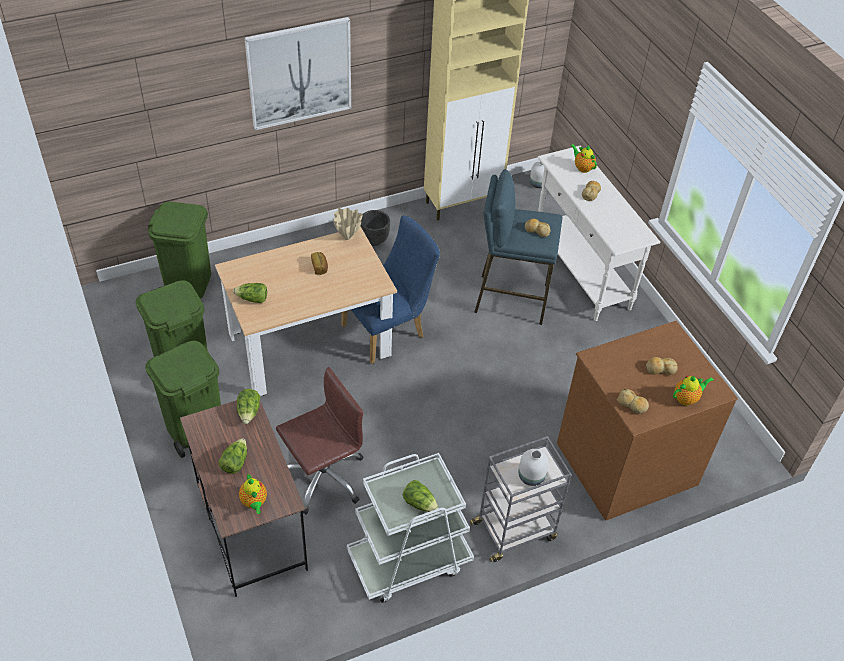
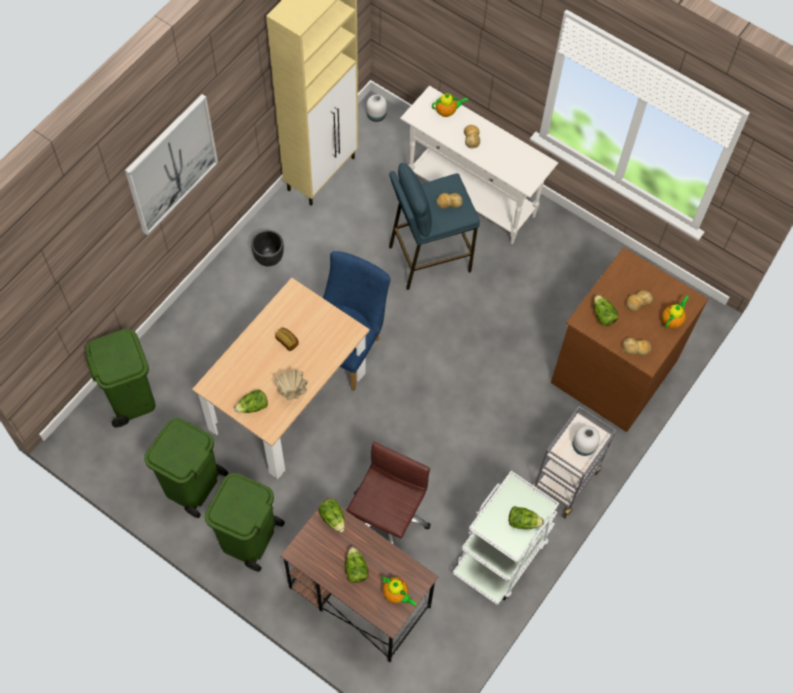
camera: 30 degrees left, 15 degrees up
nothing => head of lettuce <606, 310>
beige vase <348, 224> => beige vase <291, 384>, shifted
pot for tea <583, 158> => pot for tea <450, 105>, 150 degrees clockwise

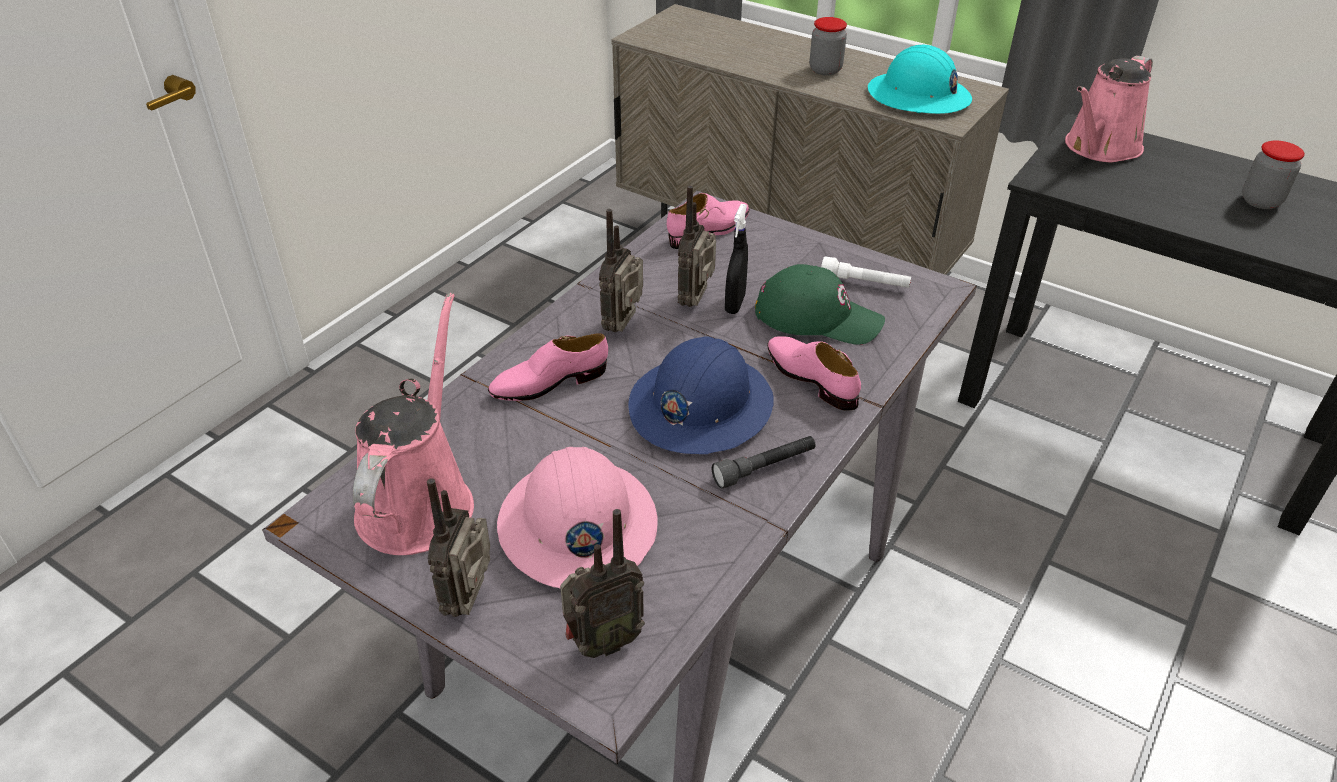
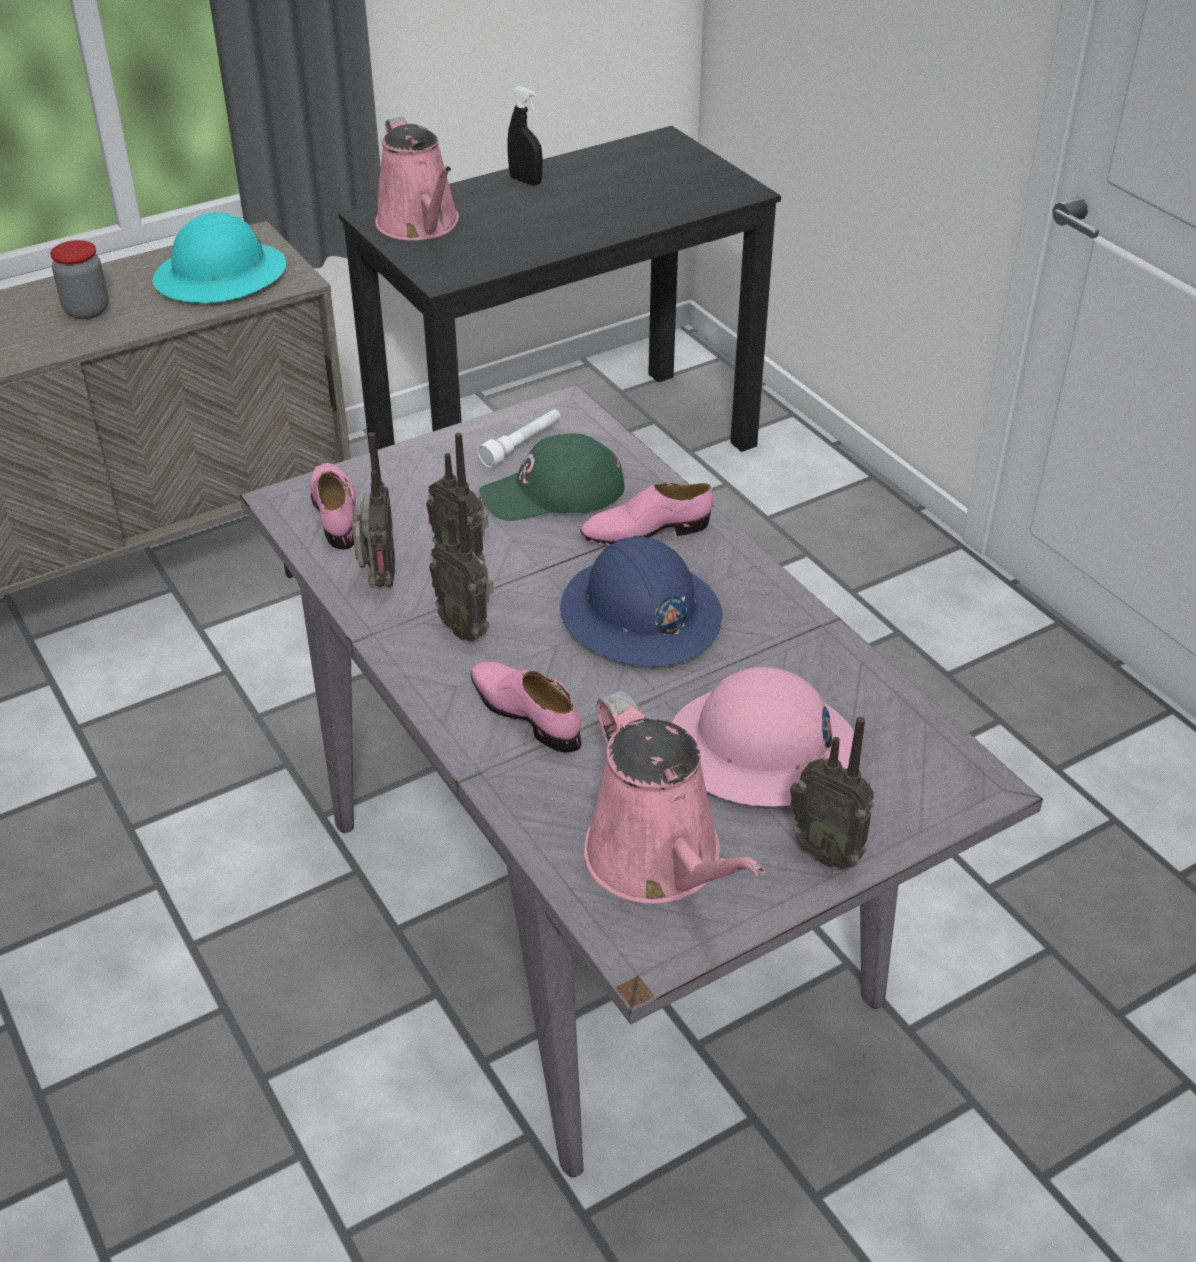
camera: 65 degrees left, 0 degrees up
gray flashlight <764, 462> => nothing
jar <1273, 175> => nothing
radio receiver <602, 583> => radio receiver <373, 509>, shifted
black spray bottle <736, 259> => black spray bottle <525, 136>, shifted
pink sprinkling can <413, 424> => pink sprinkling can <674, 797>, 150 degrees counterclockwise
pink item of footwear <548, 367> => pink item of footwear <525, 707>, 135 degrees clockwise
green-coloured cap <820, 304> => green-coloured cap <551, 477>, 150 degrees counterclockwise

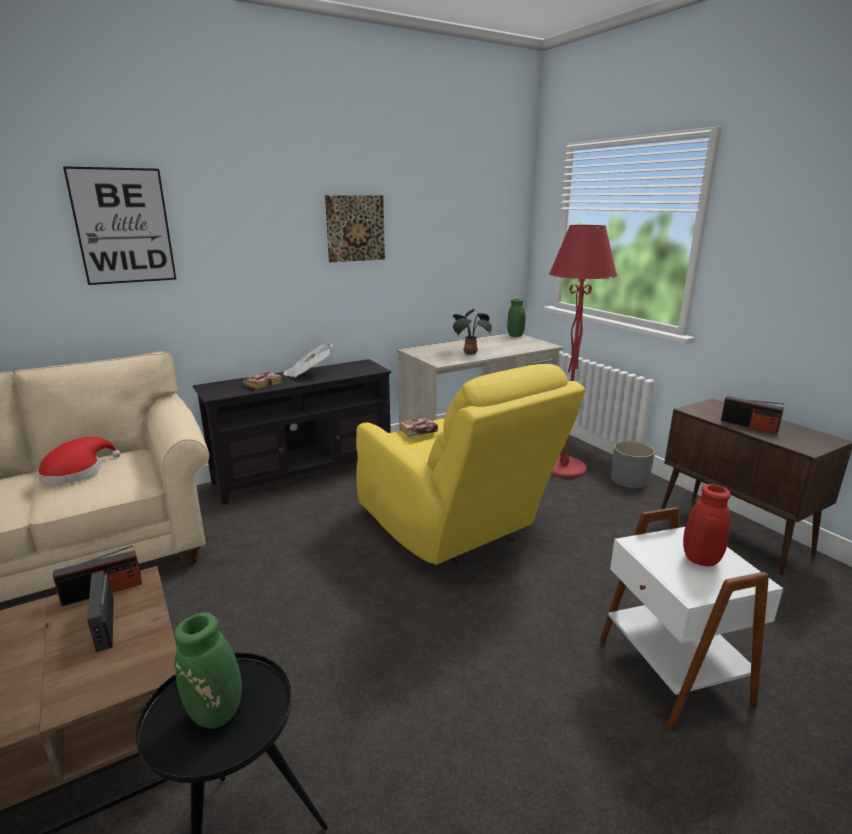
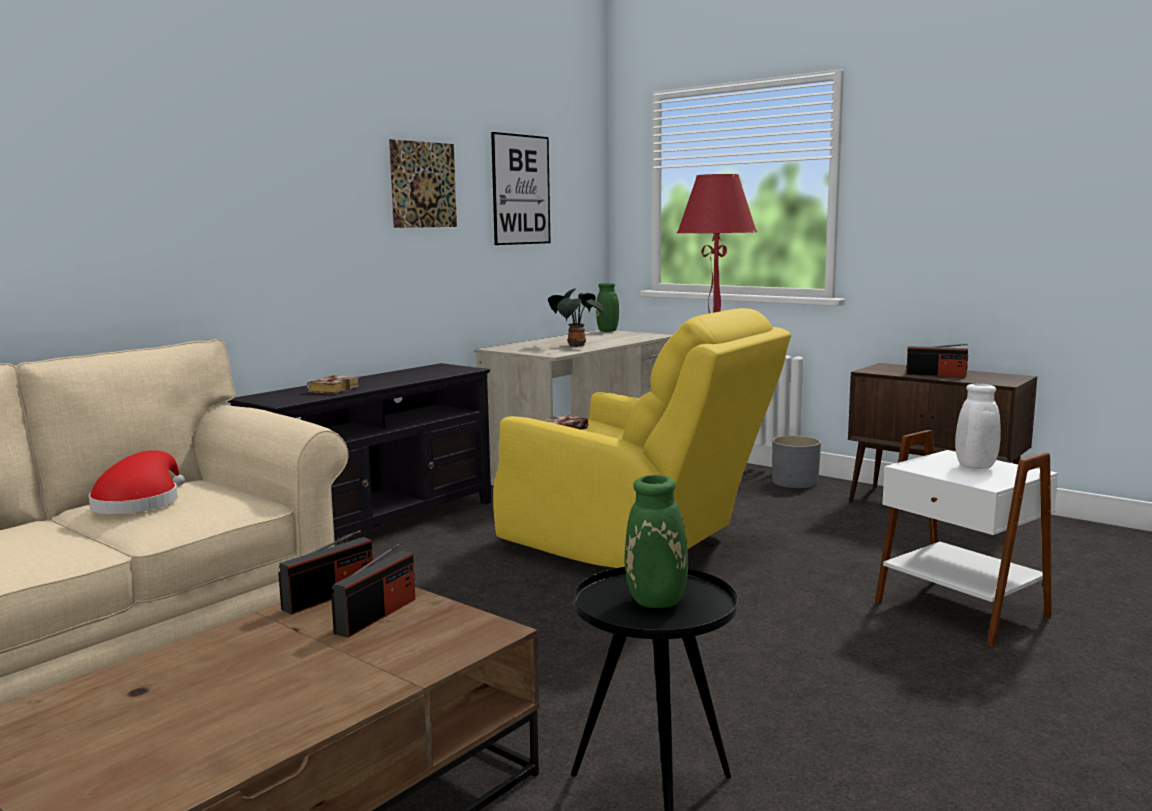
camera: 20 degrees left, 10 degrees down
daily paper <308, 361> => nothing
wall art <119, 225> => wall art <520, 188>, shifted
reddish vase <706, 525> => white vase <978, 426>
radio receiver <100, 611> => radio receiver <373, 591>, 105 degrees counterclockwise

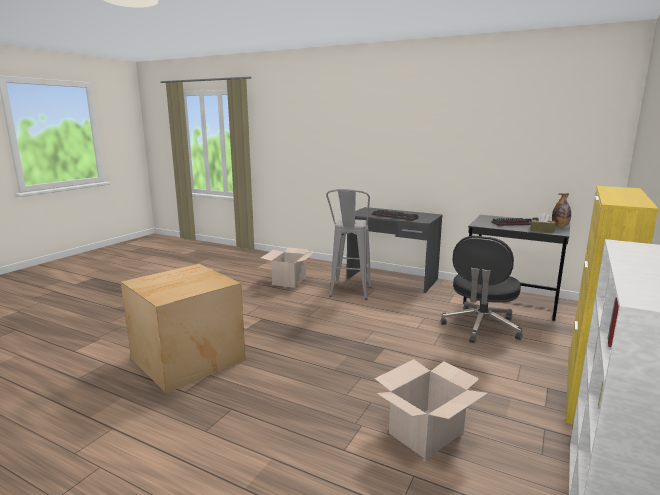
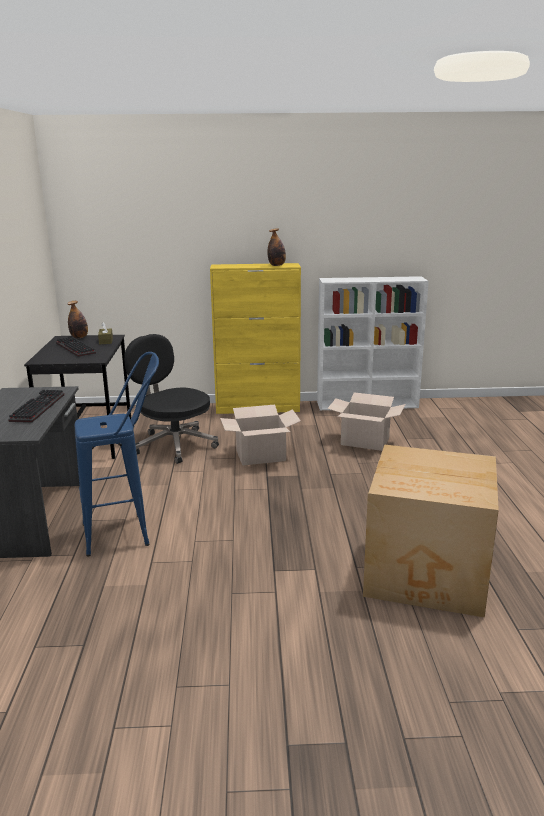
camera: 120 degrees left, 5 degrees up
nothing => drink bottle <277, 247>
carton <288, 268> => carton <260, 435>, shifted
gray stool <348, 244> => bluish stool <117, 454>
black office chair <482, 289> => black office chair <171, 399>, 135 degrees counterclockwise

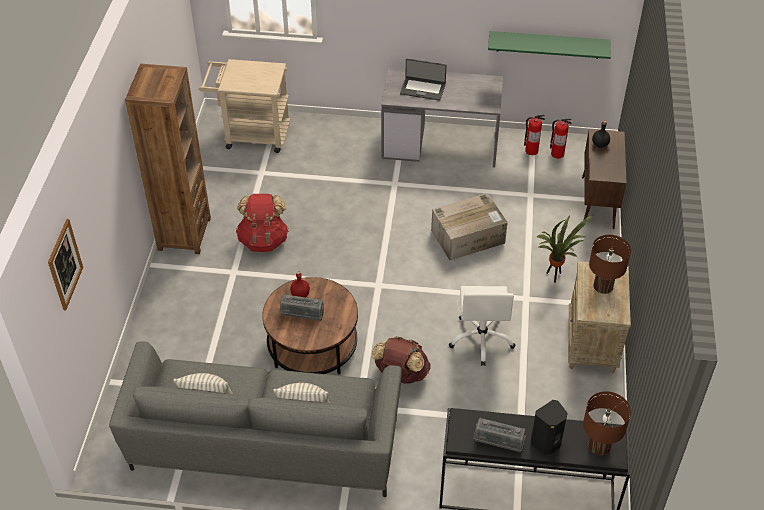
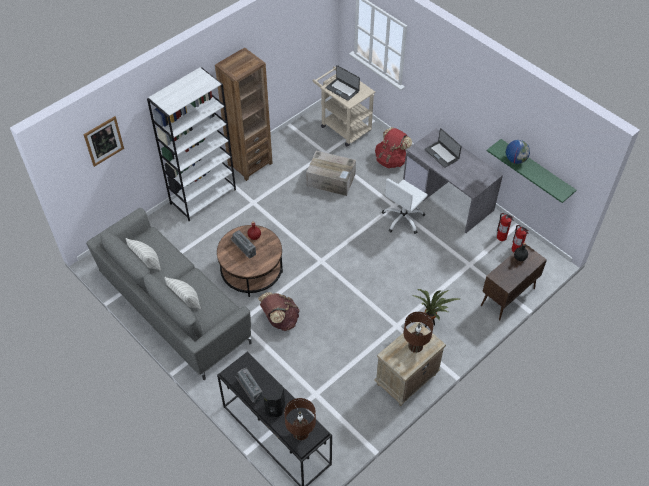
camera: 40 degrees right, 5 degrees up
nothing => white bookshelf <191, 144>
nothing => laptop <342, 83>
nothing => desk globe <518, 152>
reddish knapsack <262, 223> => reddish knapsack <393, 147>, shifted
carton <469, 227> => carton <331, 173>, shifted
white office chair <482, 326> => white office chair <405, 206>, shifted

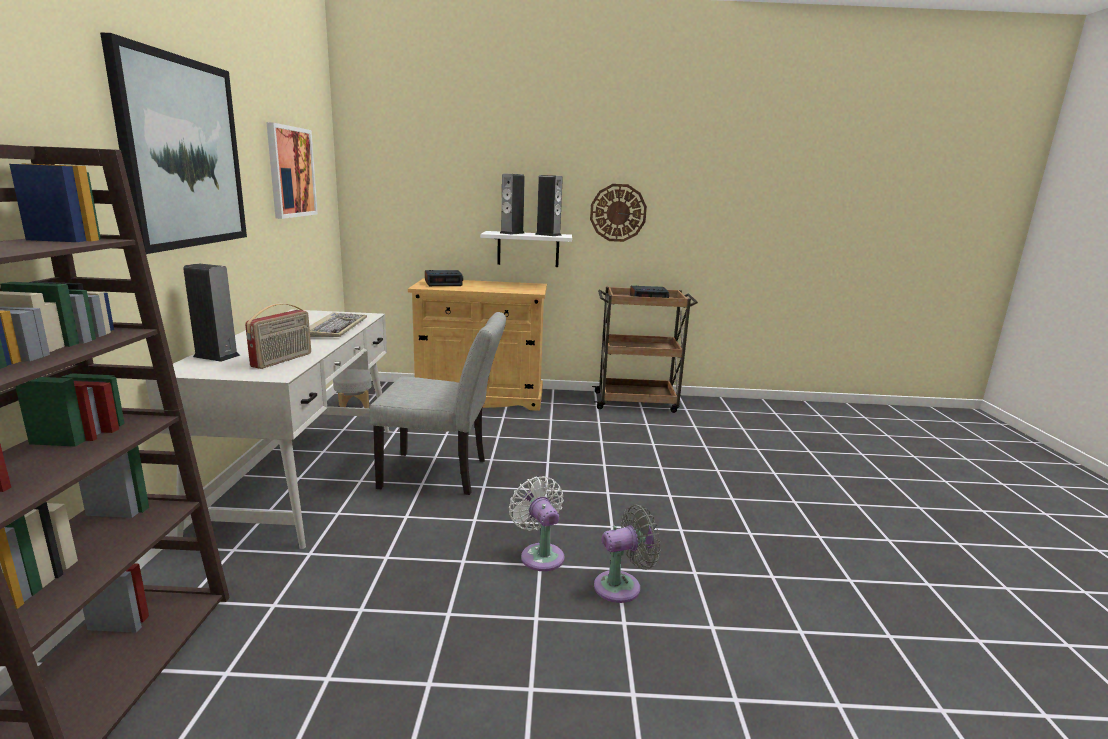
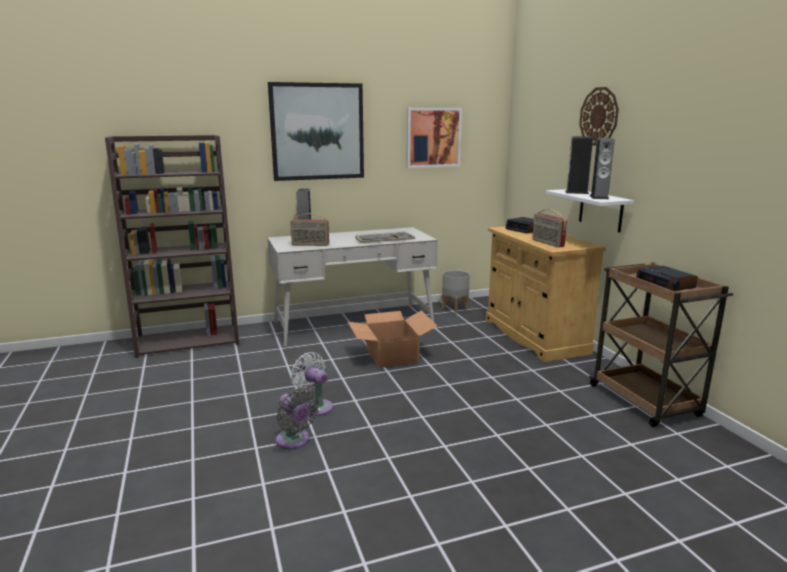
camera: 70 degrees right, 0 degrees up
nothing => radio receiver <549, 228>
clock on the wall <618, 213> => clock on the wall <599, 116>, shifted
gray plain chair <437, 403> => carton <392, 339>
white cooling fan <537, 523> => white cooling fan <311, 384>, 90 degrees counterclockwise

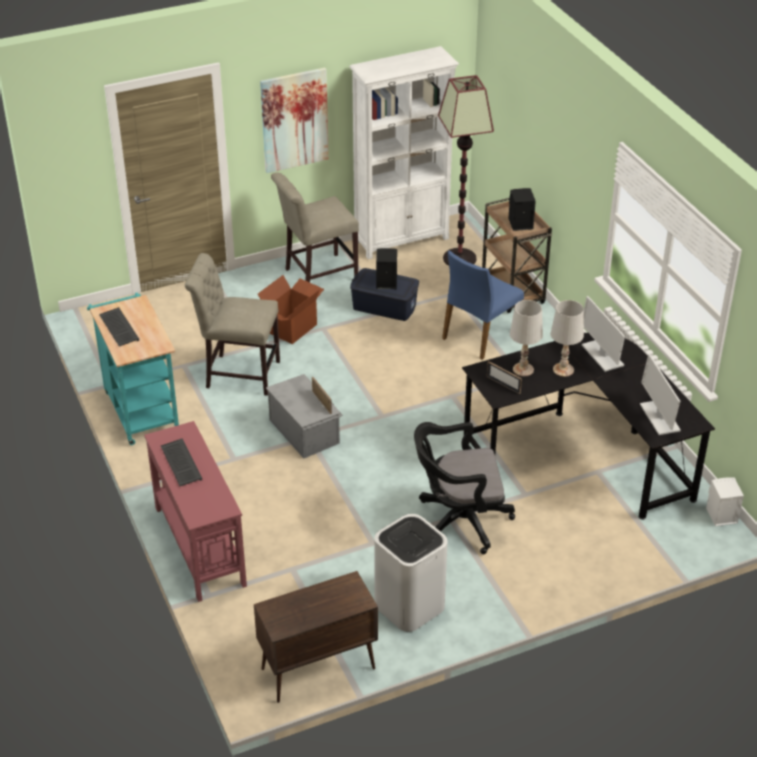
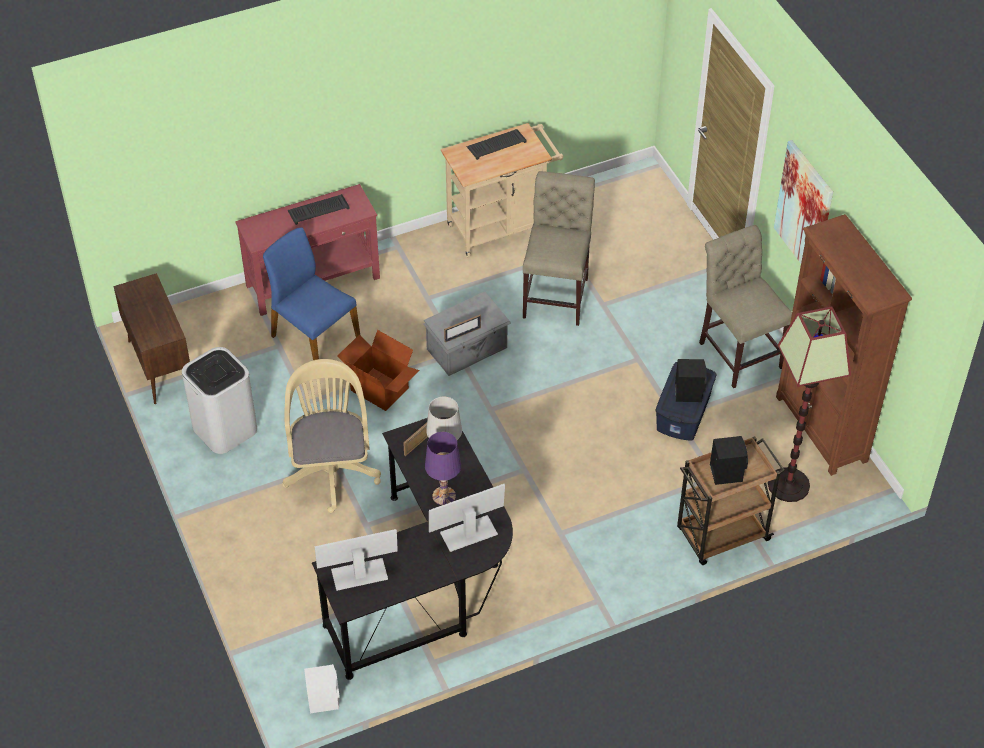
camera: 90 degrees right, 10 degrees up
carton <291, 309> => carton <378, 370>, shifted
bluish plain chair <483, 305> => bluish plain chair <311, 294>, shifted
turquoise-coloured trolley <133, 369> => beige trolley <502, 190>
white bookshelf <404, 152> => brown-coloured bookshelf <844, 345>
black office chair <464, 488> => beige office chair <331, 436>
white table lamp <567, 338> => purplish table lamp <443, 468>

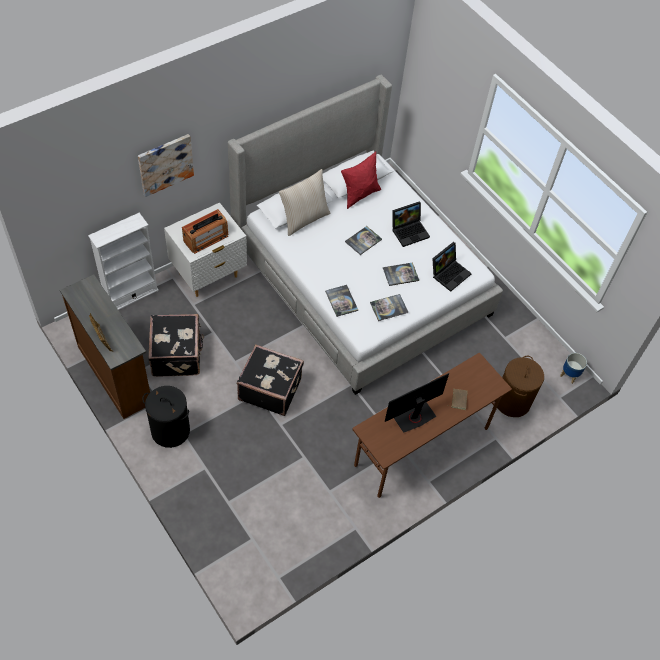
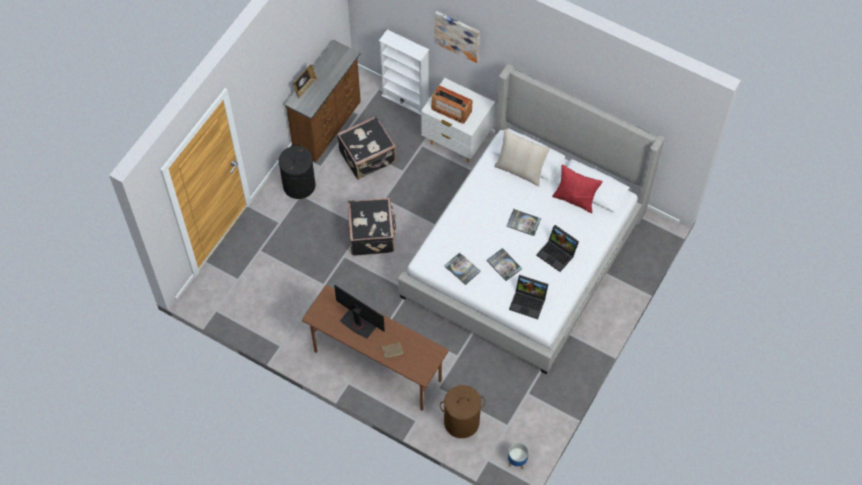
camera: 70 degrees right, 5 degrees up
book <341, 301> => nothing

